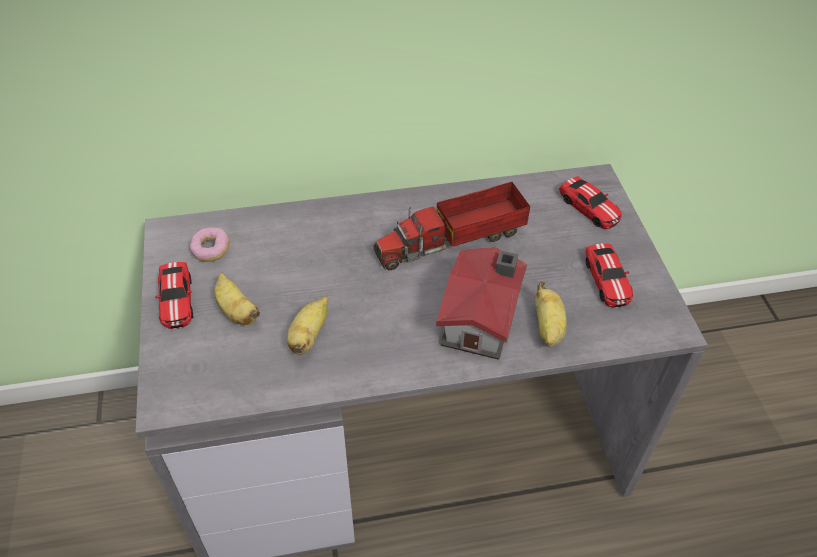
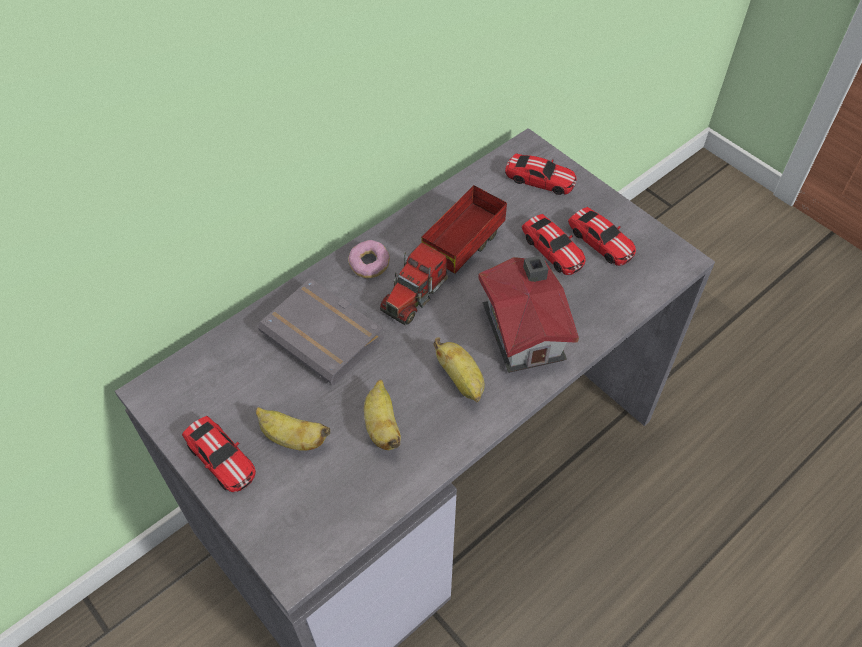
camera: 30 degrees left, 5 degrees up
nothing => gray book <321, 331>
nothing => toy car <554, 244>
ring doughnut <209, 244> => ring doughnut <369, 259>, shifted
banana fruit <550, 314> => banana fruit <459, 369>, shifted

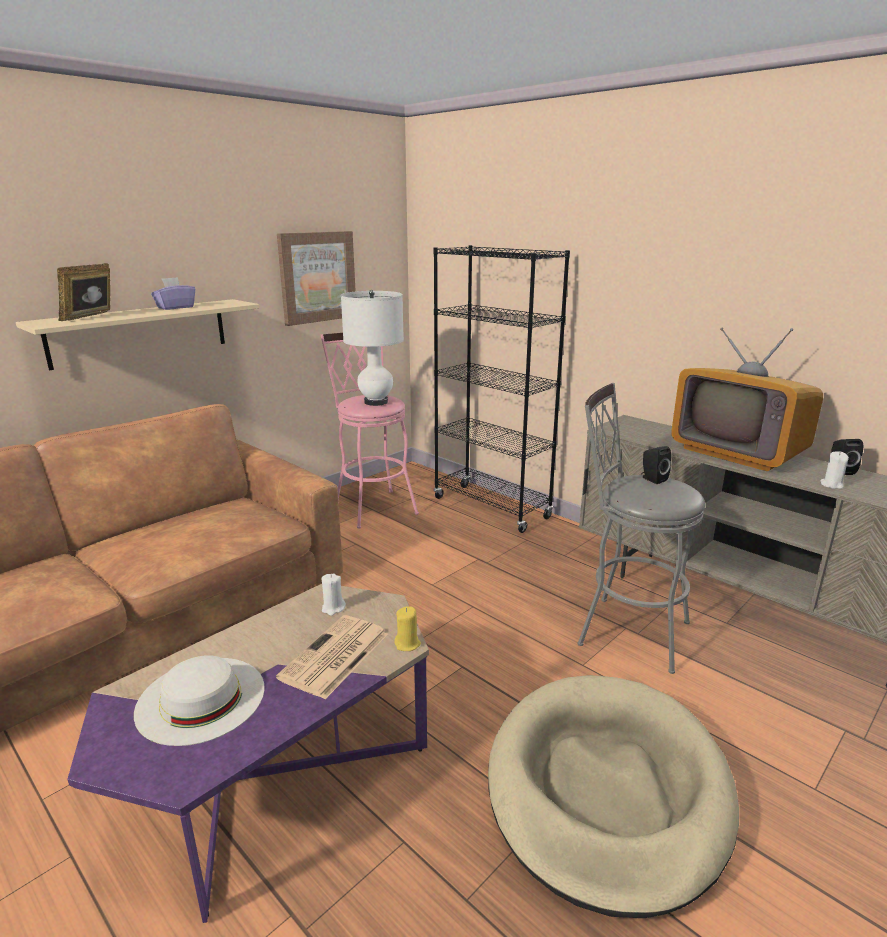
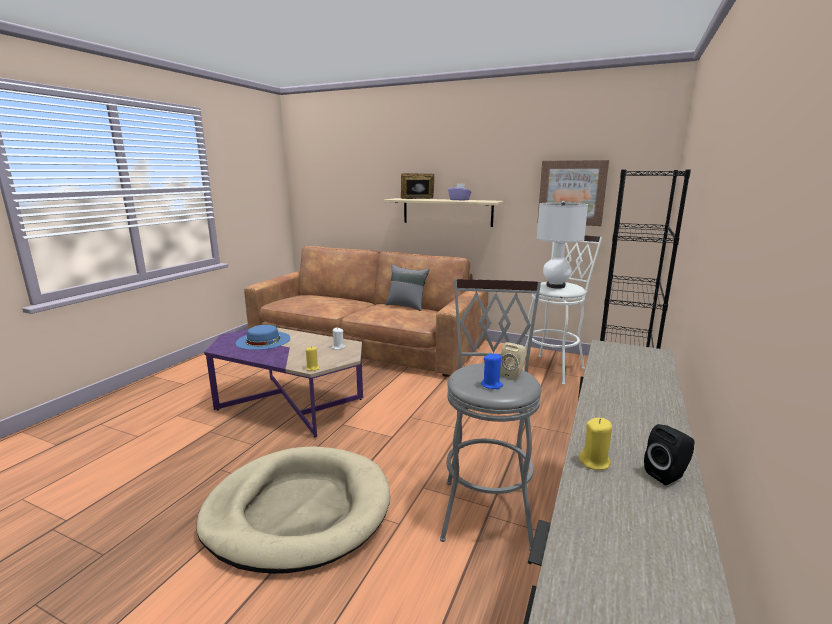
camera: 70 degrees right, 5 degrees down
daily paper <332, 657> => nothing
television <747, 399> => nothing
nothing => gray throw pillow <407, 288>
nothing => bluish wax candle <492, 371>
white hat <199, 700> => bluish hat <263, 337>
pink stool <370, 430> => white stool <563, 310>
black audio speaker <656, 465> => beige audio speaker <513, 361>
white wax candle <834, 470> => yellow-coloured wax candle <595, 444>

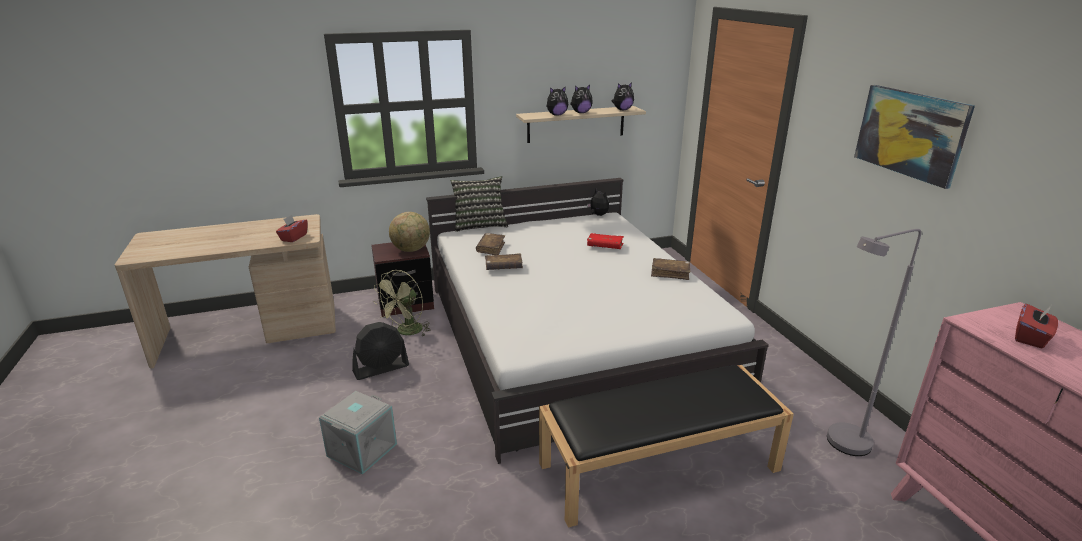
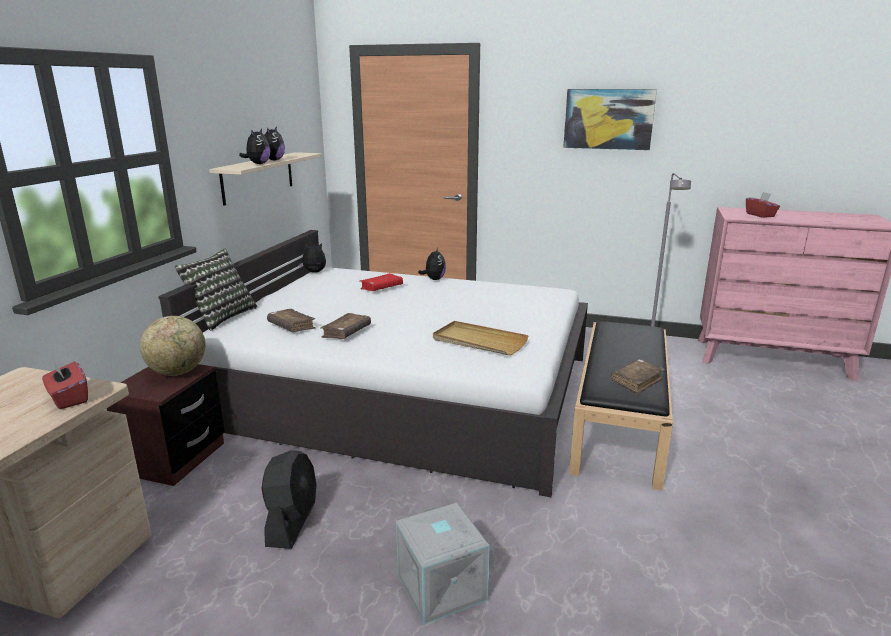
camera: 55 degrees left, 5 degrees down
green-coloured cooling fan <402, 303> => nothing
nothing => beige tray <481, 338>
soft toy <622, 96> => soft toy <432, 264>, shifted
brown-coloured book <670, 269> => brown-coloured book <637, 376>, shifted

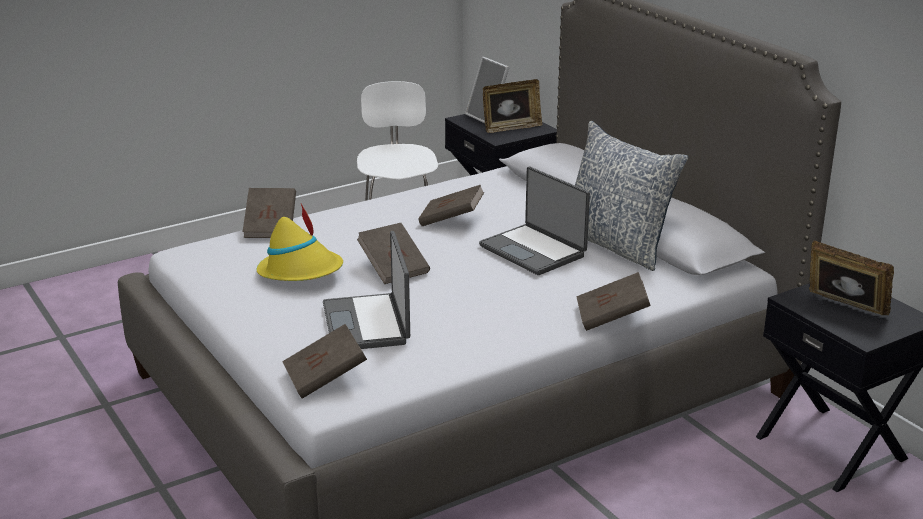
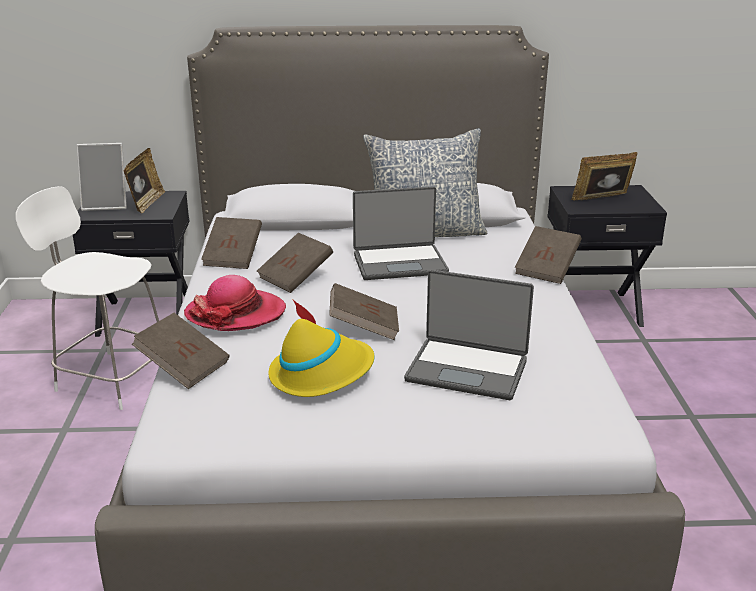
camera: 60 degrees left, 0 degrees up
nothing => hat <235, 303>
brown-coloured book <324, 361> => brown-coloured book <231, 243>, shifted

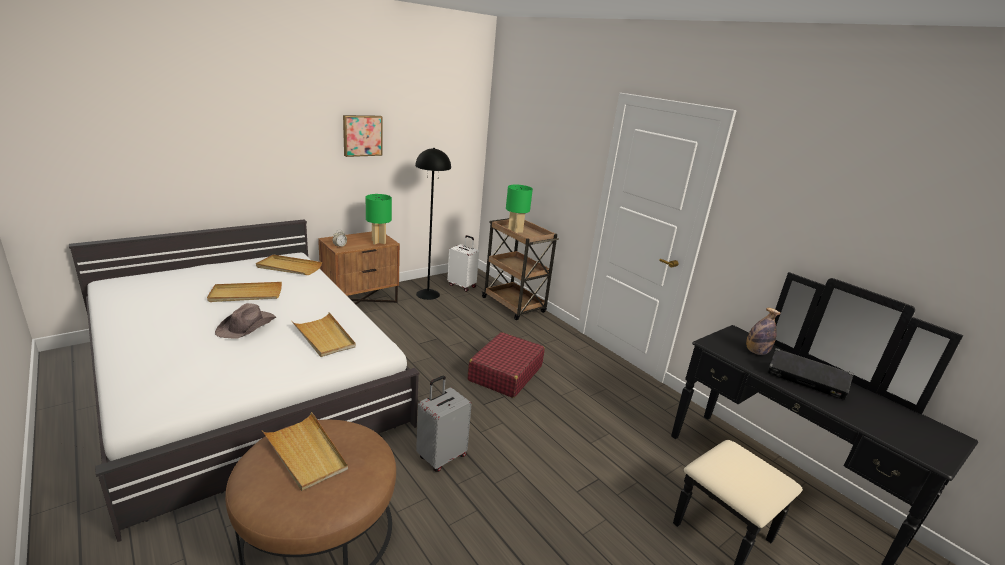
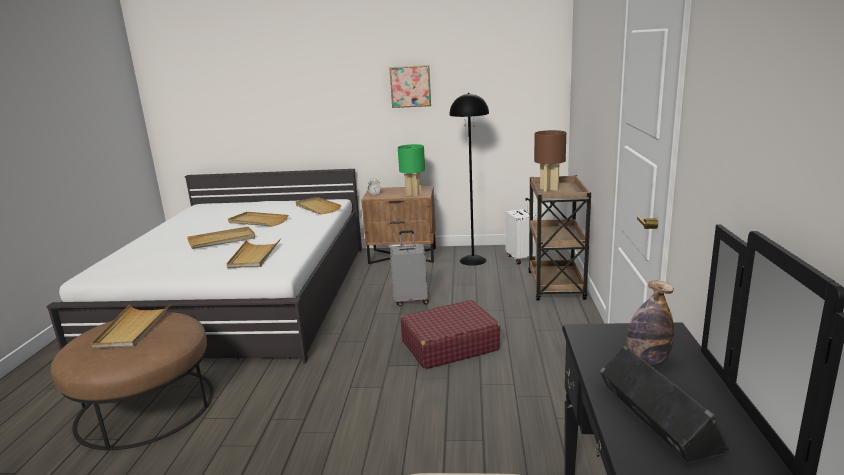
camera: 45 degrees right, 5 degrees down
gray piece of luggage <444, 424> => gray piece of luggage <409, 268>, shifted
brown-coloured hat <245, 321> => beige tray <221, 238>
green-coloured table lamp <519, 209> => brown-coloured table lamp <550, 161>

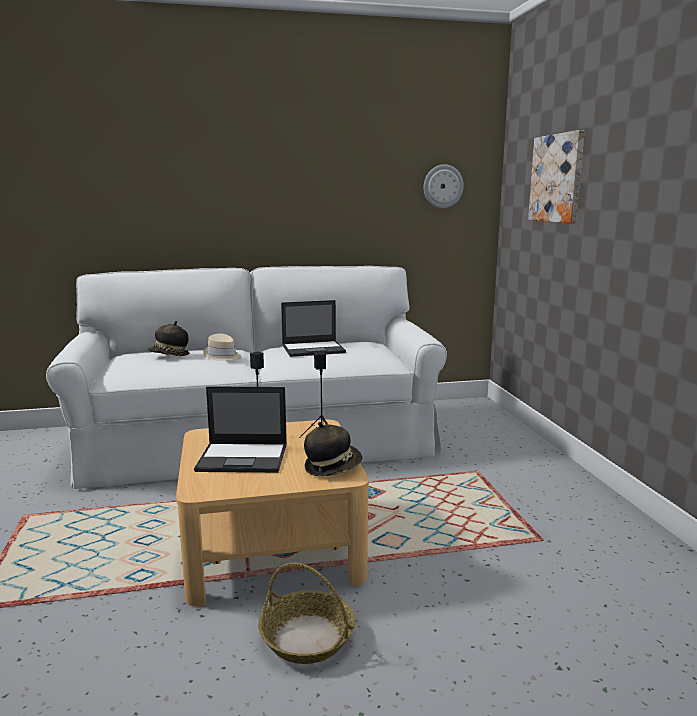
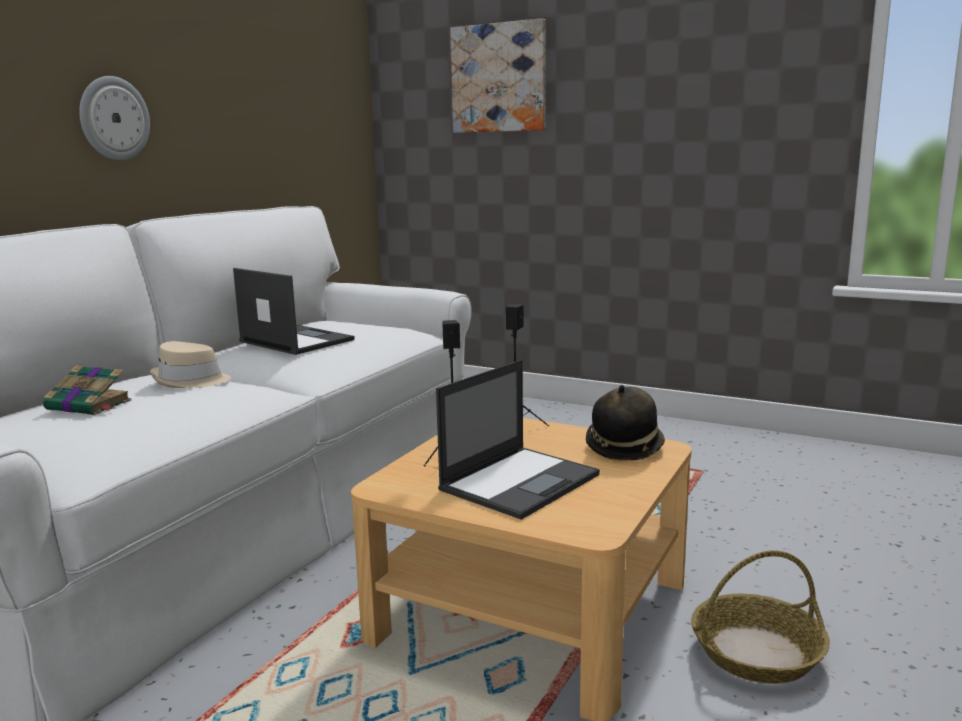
camera: 50 degrees left, 0 degrees up
clock on the wall <444, 186> => clock on the wall <114, 118>, shifted
hat <168, 338> => book <87, 390>
laptop <313, 328> => laptop <293, 311>, 75 degrees counterclockwise

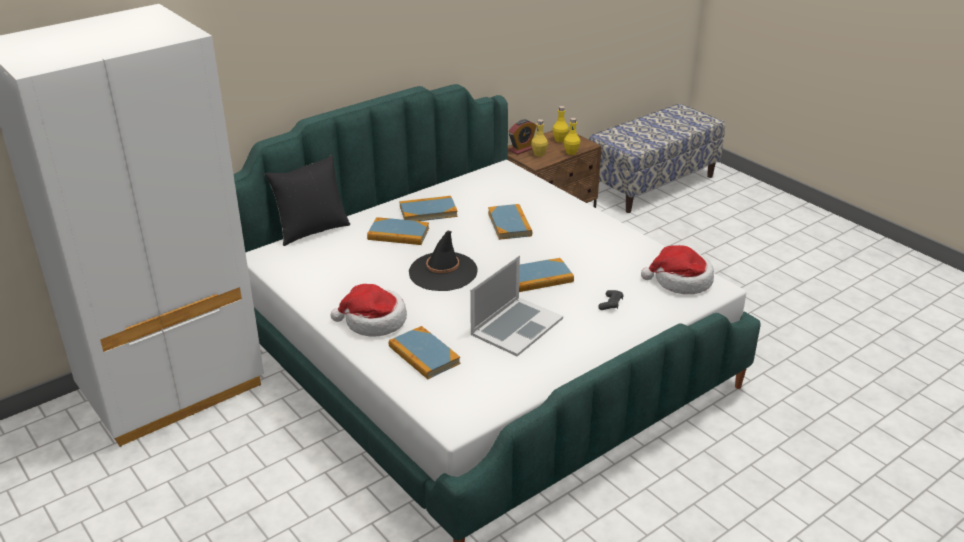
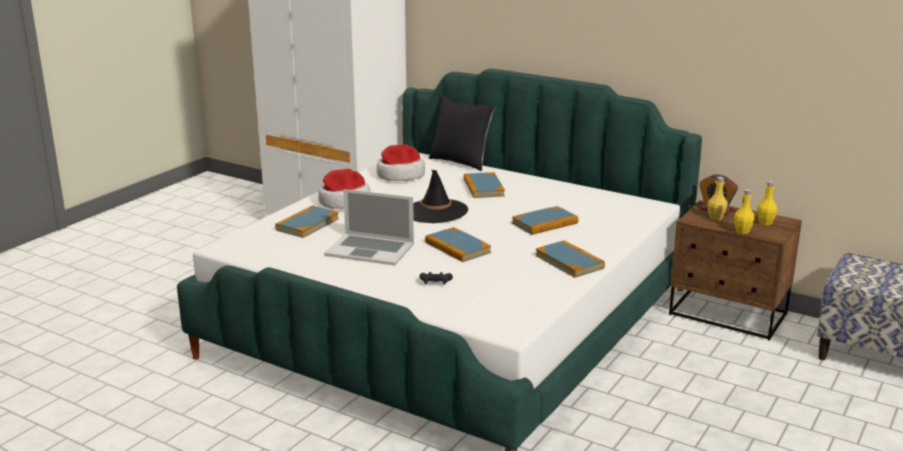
camera: 70 degrees right, 10 degrees down
book <429, 208> => book <570, 259>, shifted
hat <677, 269> => hat <401, 162>, shifted

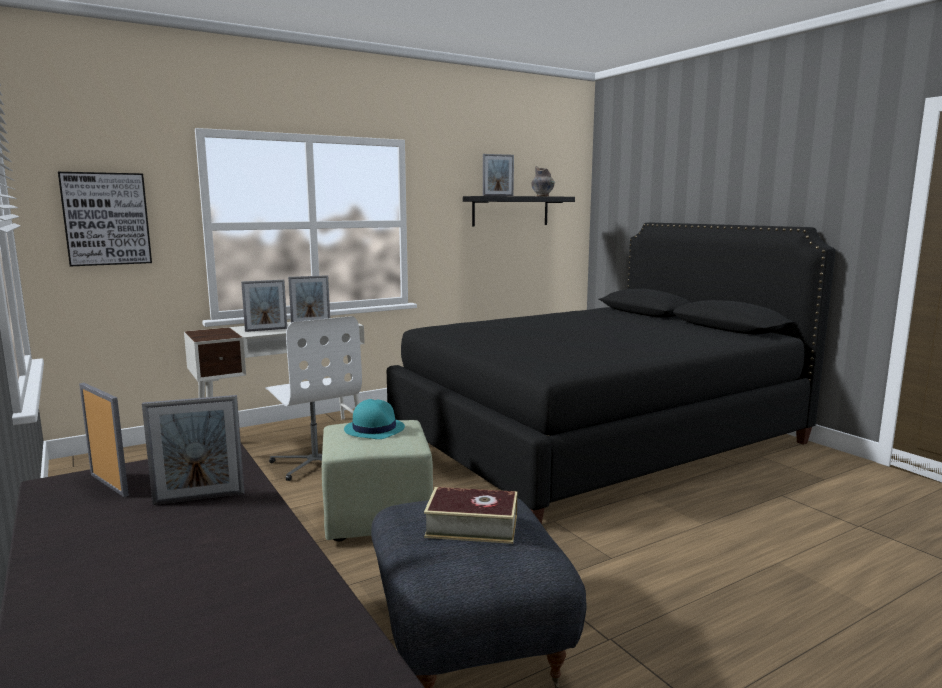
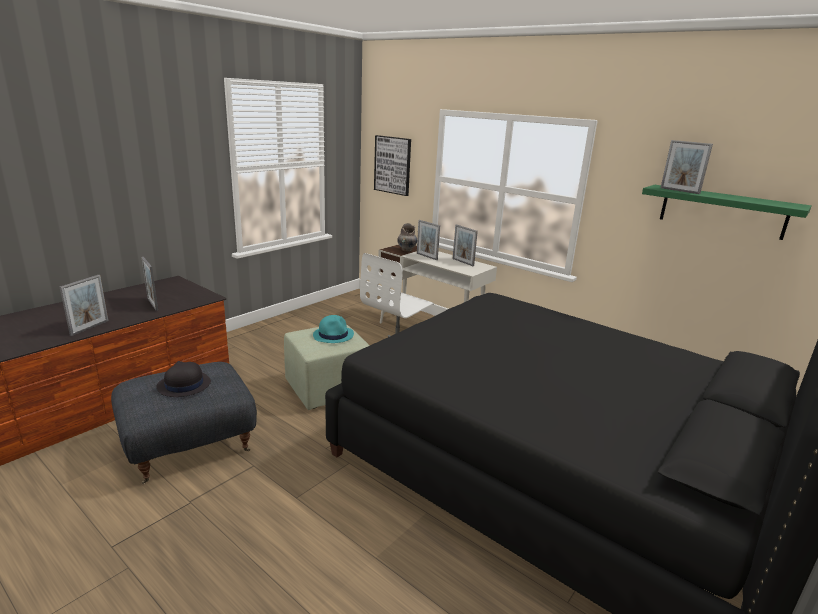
camera: 70 degrees right, 10 degrees up
picture frame <104, 440> => picture frame <84, 305>, shifted
gray vase <543, 181> => gray vase <407, 237>, shifted
book <470, 515> => black hat <184, 379>
black shelf <519, 211> => green-coloured shelf <726, 212>

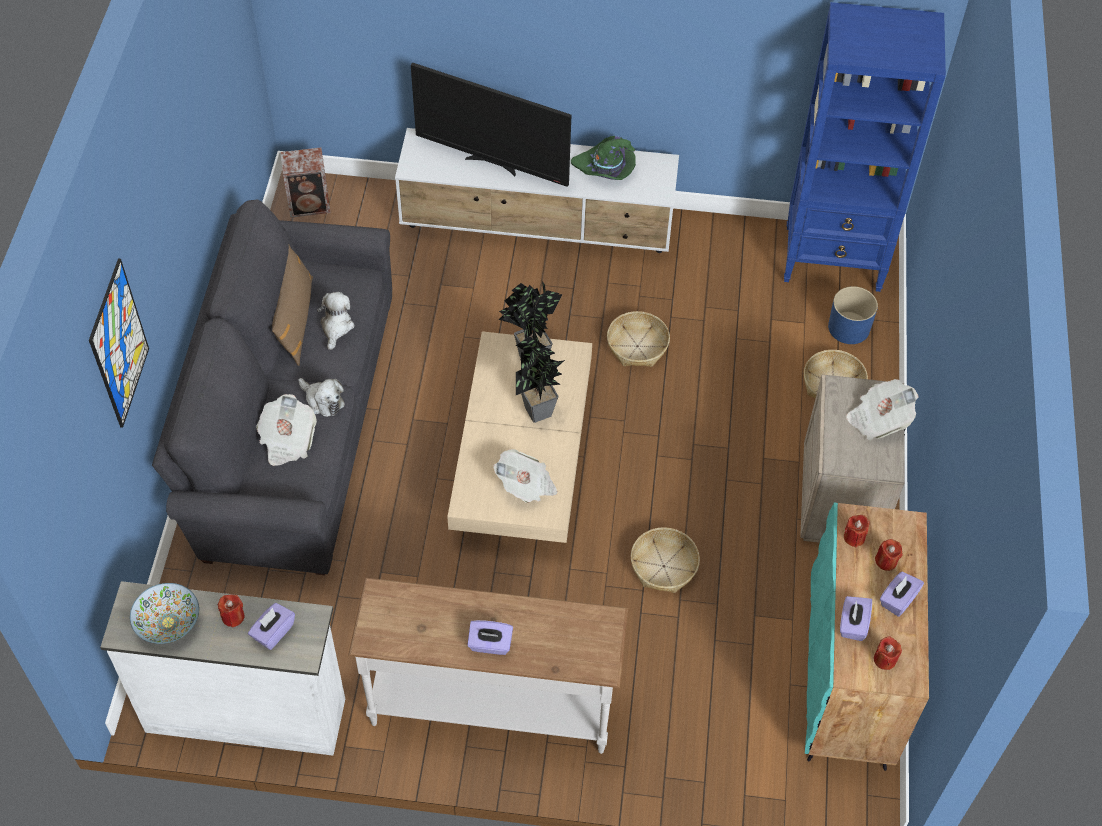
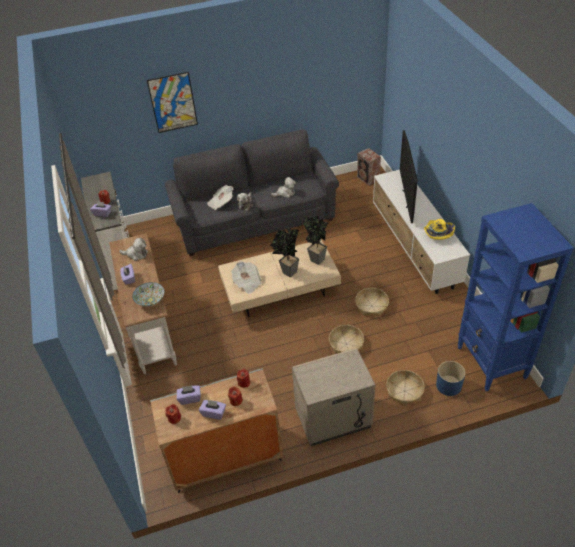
camera: 70 degrees right, 10 degrees down
brown-coloured throw pillow <292, 305> => nothing
daily paper <882, 410> => nothing
nothing => soft toy <133, 249>
bowl <164, 613> => bowl <148, 294>, shifted
household basket <665, 560> => household basket <346, 339>, shifted
green-coloured hat <603, 158> => yellow-coloured hat <439, 229>
turquoise-coloured cabinet <867, 636> => gray cabinet <216, 430>

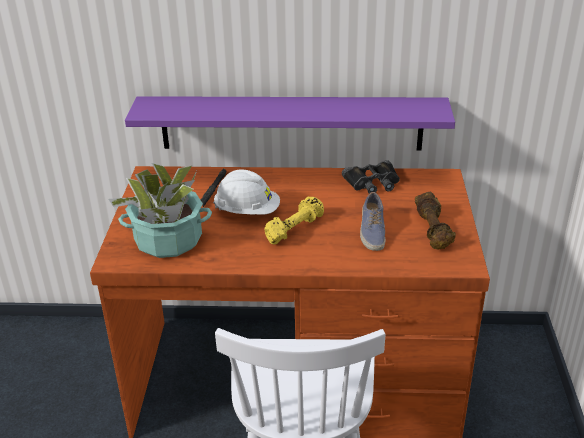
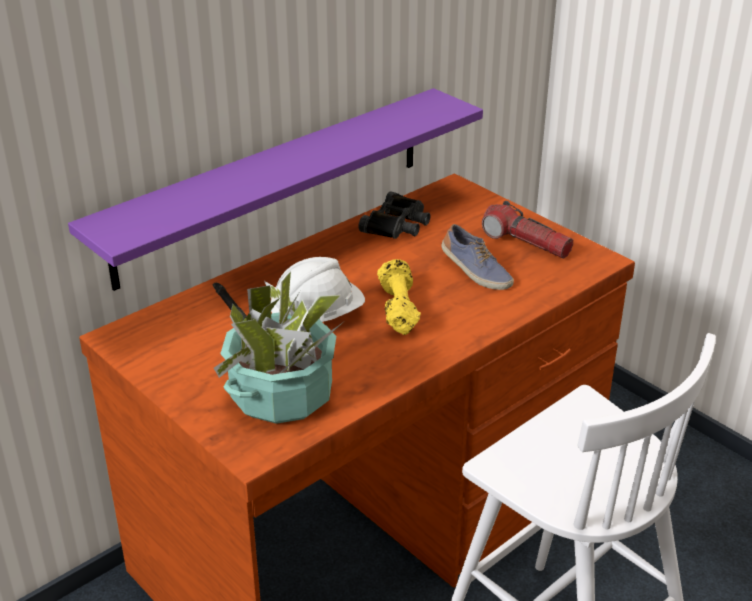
camera: 45 degrees left, 0 degrees up
brown-coloured free weight <435, 221> => flashlight <527, 230>

